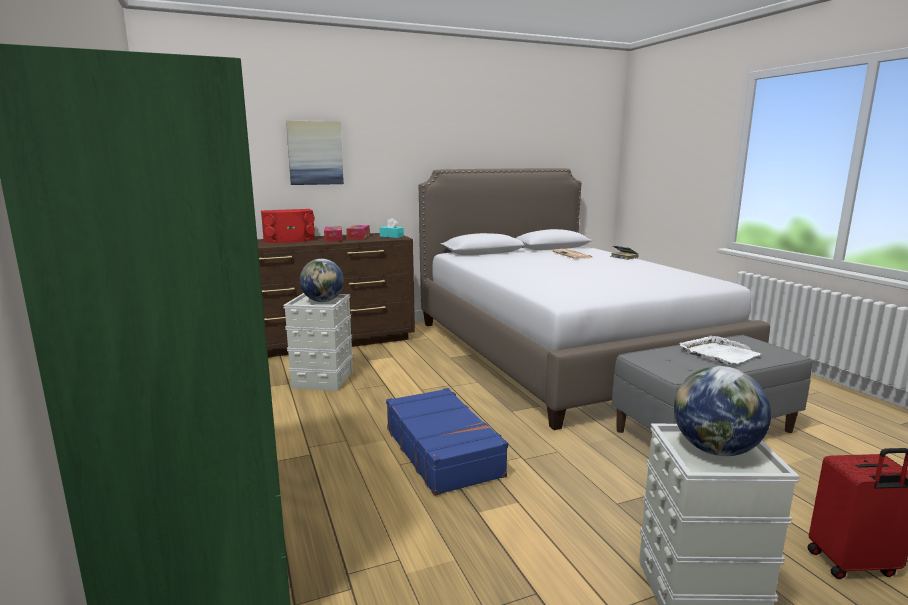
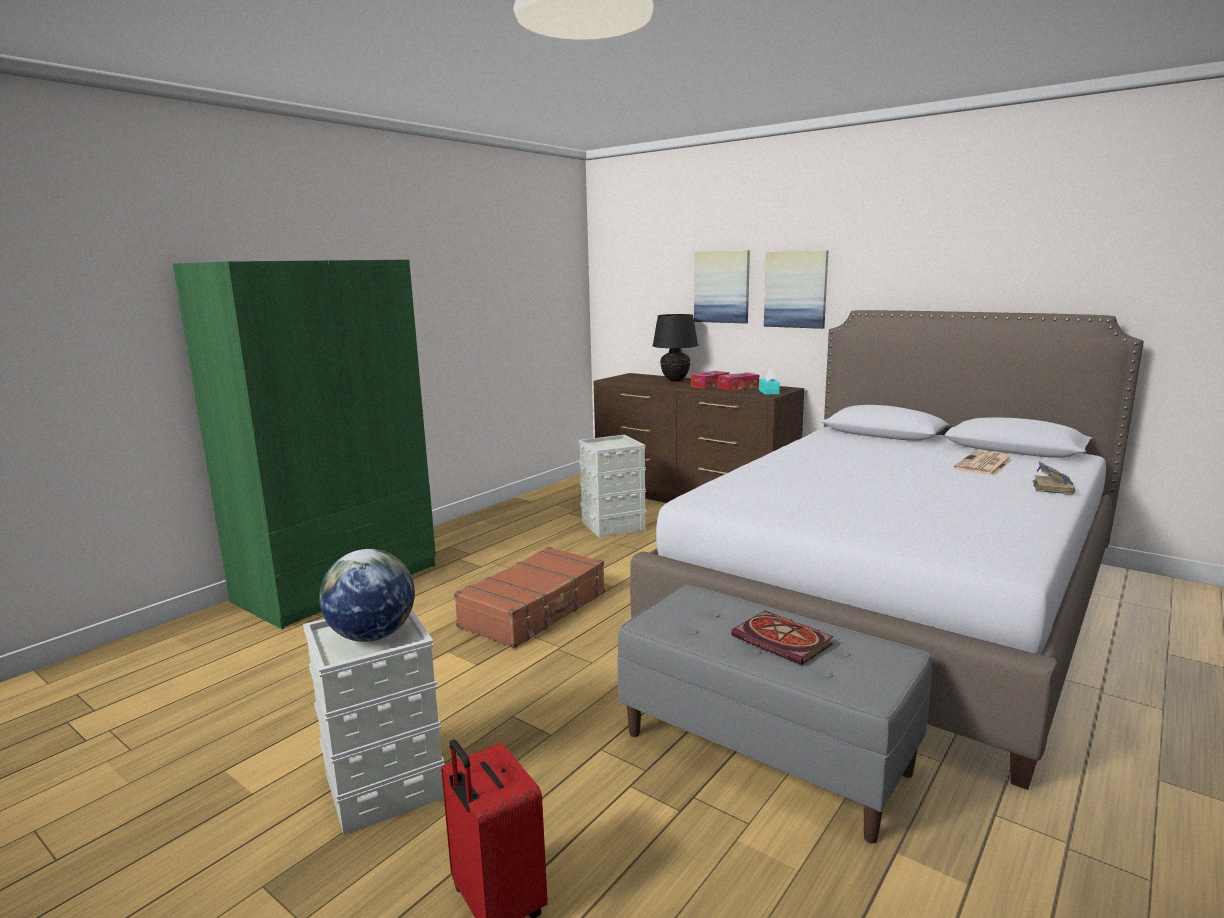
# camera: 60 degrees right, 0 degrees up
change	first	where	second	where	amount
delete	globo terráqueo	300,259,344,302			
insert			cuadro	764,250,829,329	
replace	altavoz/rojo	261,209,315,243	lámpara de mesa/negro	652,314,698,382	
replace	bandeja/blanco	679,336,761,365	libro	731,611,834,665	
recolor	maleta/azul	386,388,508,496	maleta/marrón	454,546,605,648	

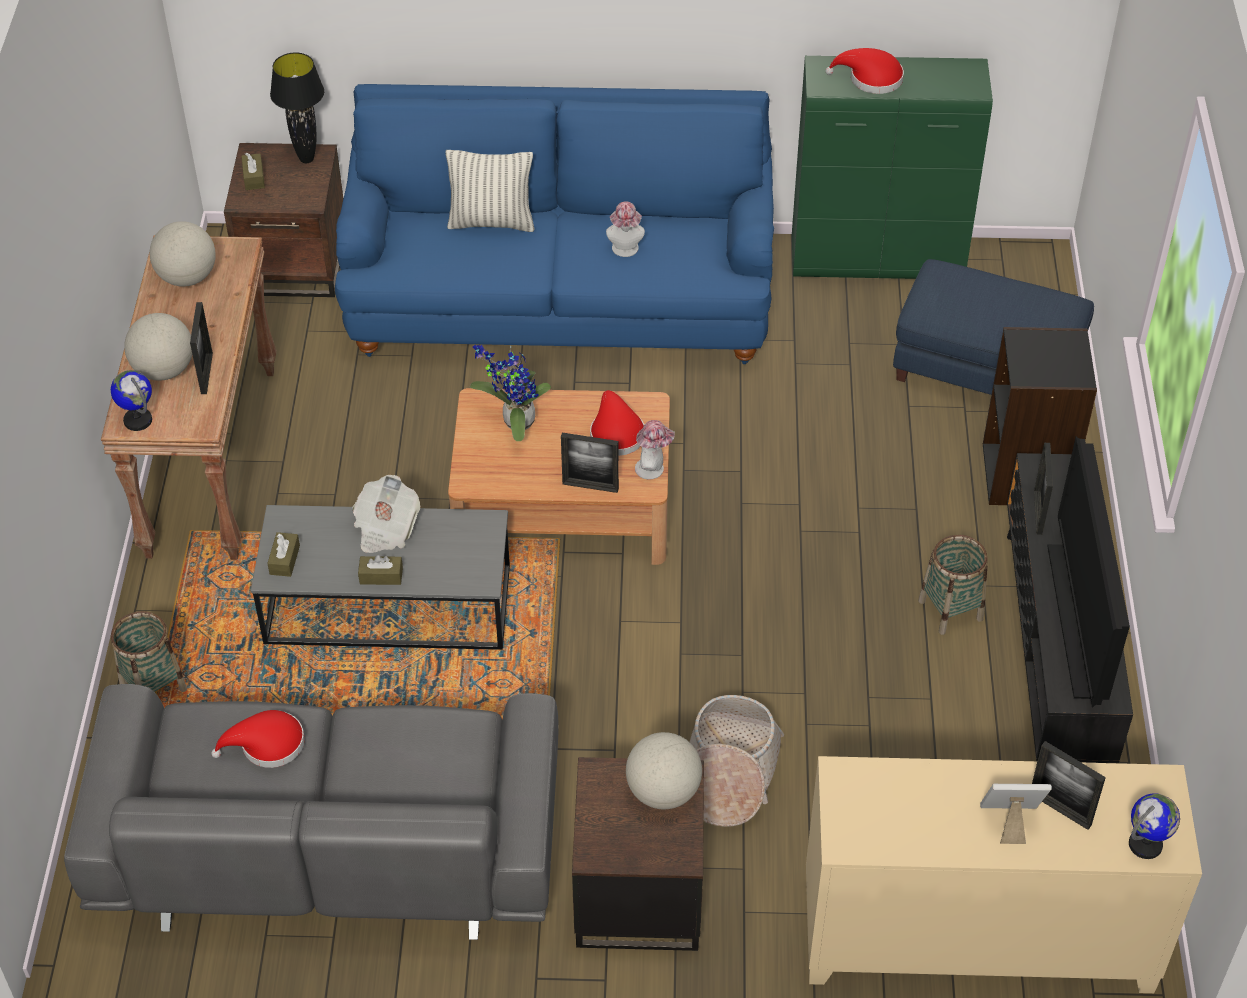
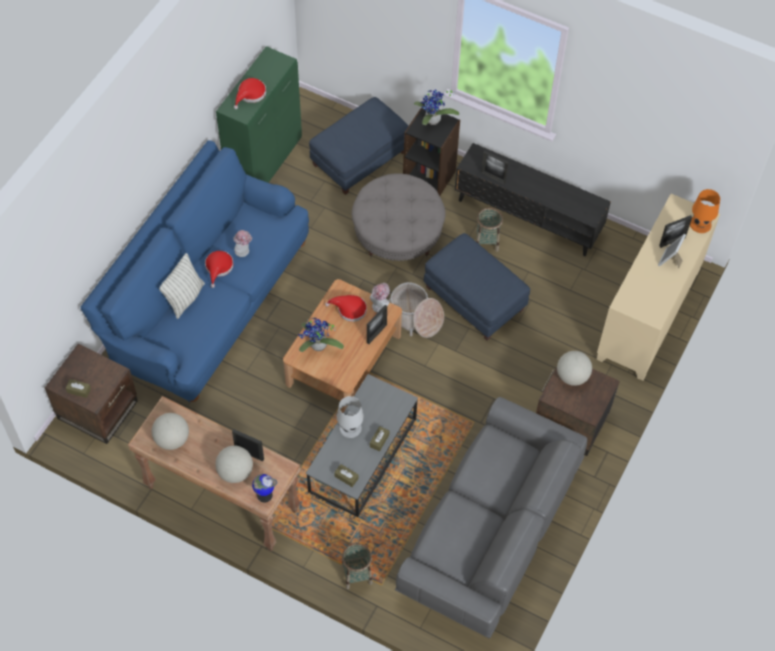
# camera: 65 degrees left, 10 degrees up
change	first	where	second	where	amount
delete	lámpara de mesa/negro	270,53,324,163			
delete	televisor	1047,437,1130,707			
insert			puf/gris	352,173,446,261	
insert			planta en maceta	414,89,459,125	
insert			puf/azul	424,233,530,341	
move	sombrero/rojo	211,710,305,768		205,251,234,288	
move	cesta	690,695,784,827		388,282,444,338	
replace	periódico	352,475,420,553	lámpara de mesa/blanco	337,396,364,438	
replace	globo terráqueo	1129,793,1180,859	lámpara de mesa/naranja	690,189,720,233	

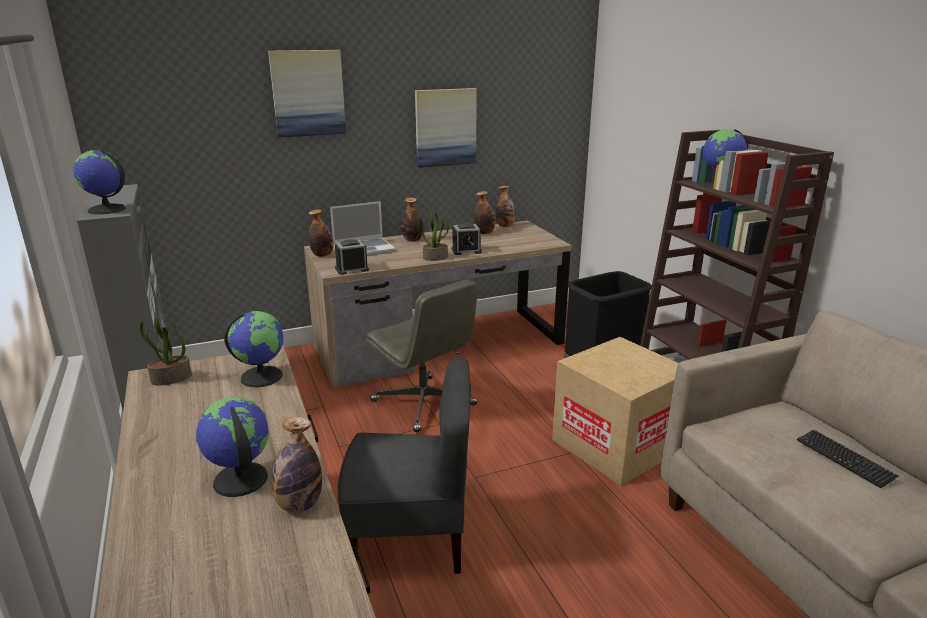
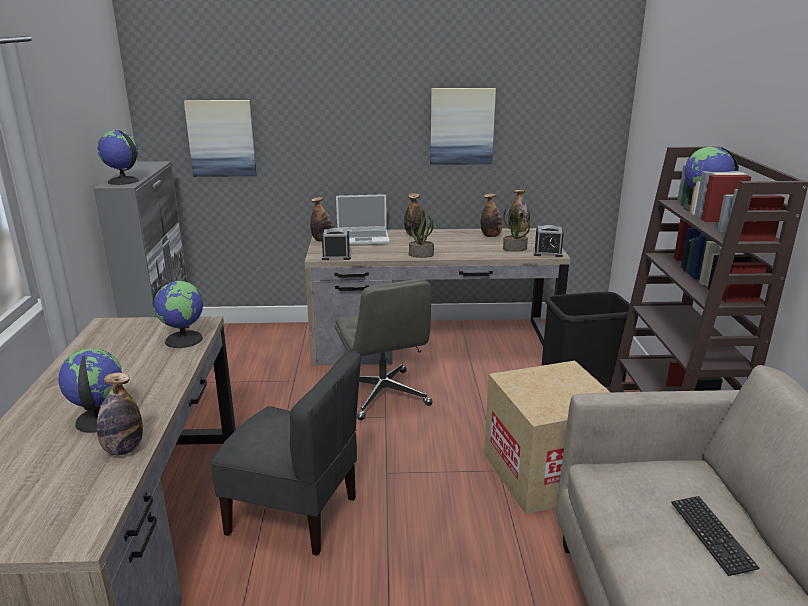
# camera: 20 degrees right, 0 degrees up
change	first	where	second	where	amount
move	planta en maceta	140,315,192,385		503,206,530,252	
move	cuadro	268,50,346,138		184,100,257,177	
move	despertador	451,223,482,255		533,225,564,257	

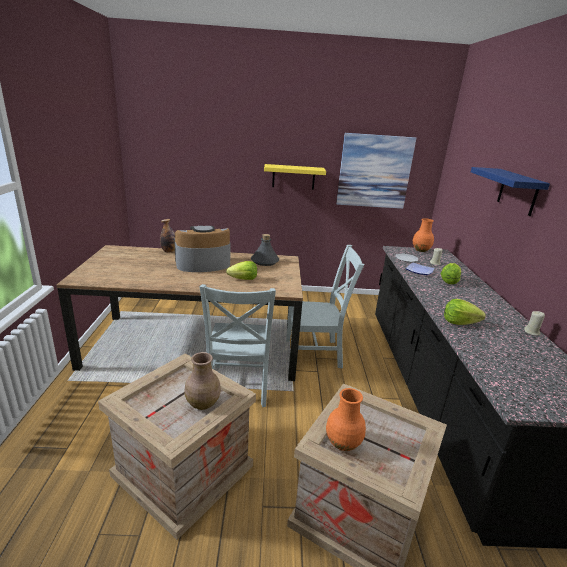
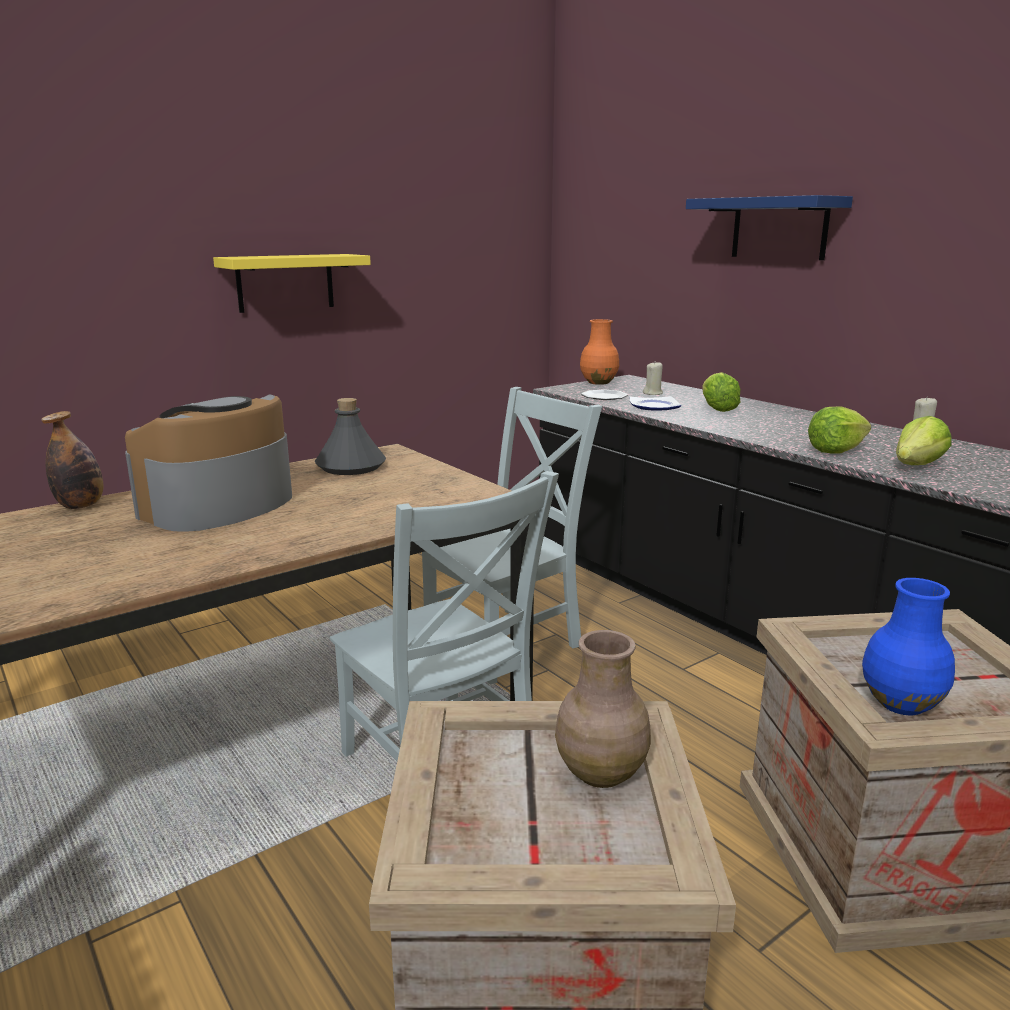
# camera: 35 degrees left, 5 degrees down
change	first	where	second	where	amount
delete	cuadro	336,133,416,209			
move	lechuga	226,261,257,280		896,416,952,465	
recolor	florero/naranja	326,388,366,451	florero/azul	862,578,955,715	

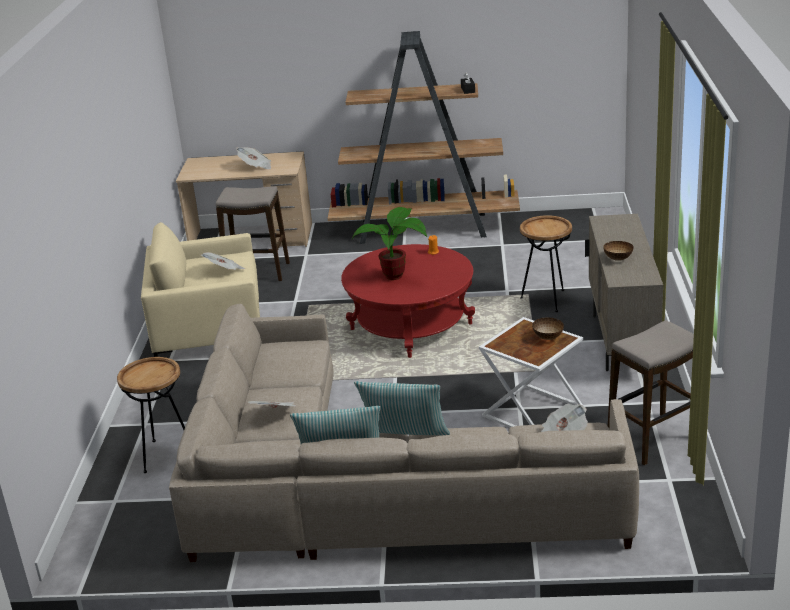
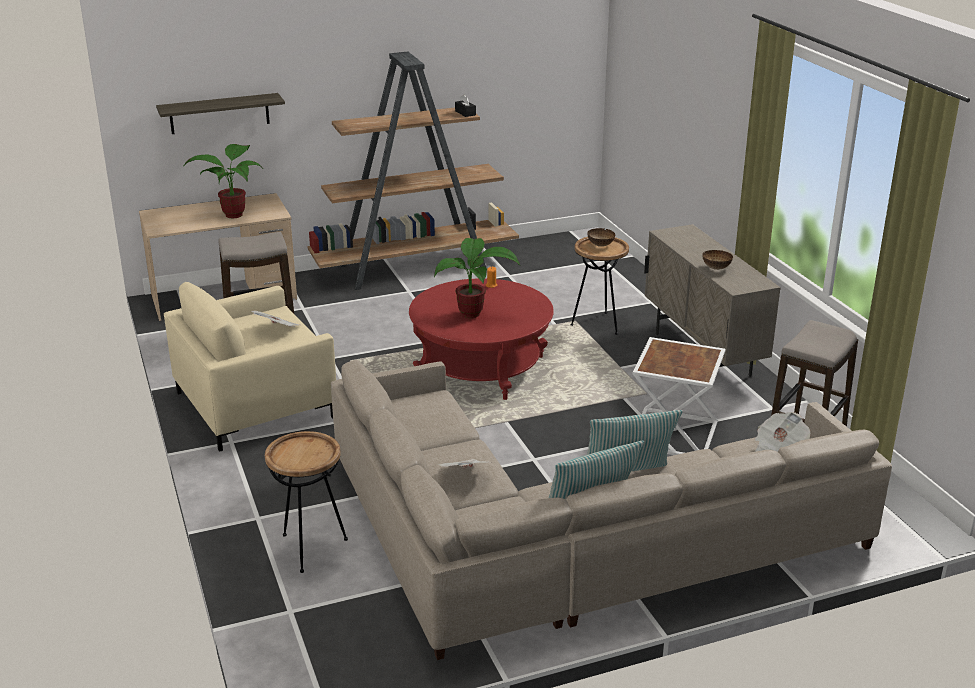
# camera: 25 degrees left, 0 degrees up
change	first	where	second	where	amount
insert			estante	156,93,285,134	
move	cuenco	532,317,564,340		587,228,615,247	
replace	periódico	236,147,271,170	planta en maceta	184,144,262,218	

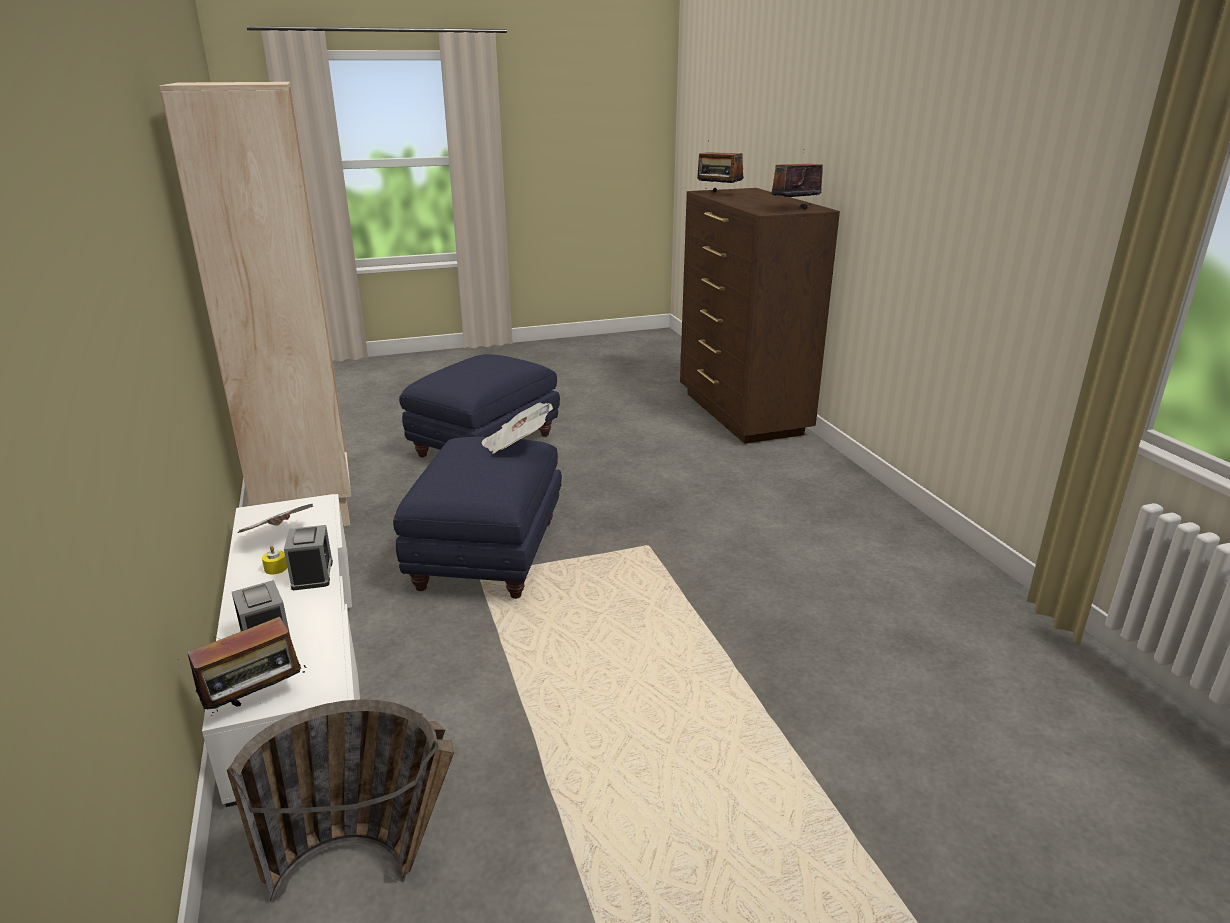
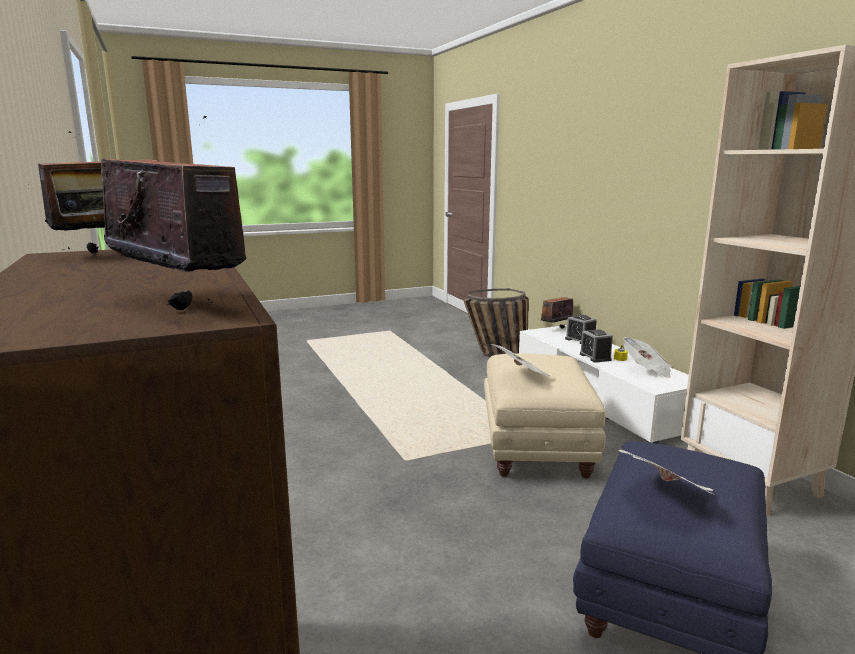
# camera: 175 degrees right, 10 degrees down
change	first	where	second	where	amount
insert			periódico	619,450,715,495	
recolor	puf/azul	393,437,562,599	puf/beis	484,353,606,479	

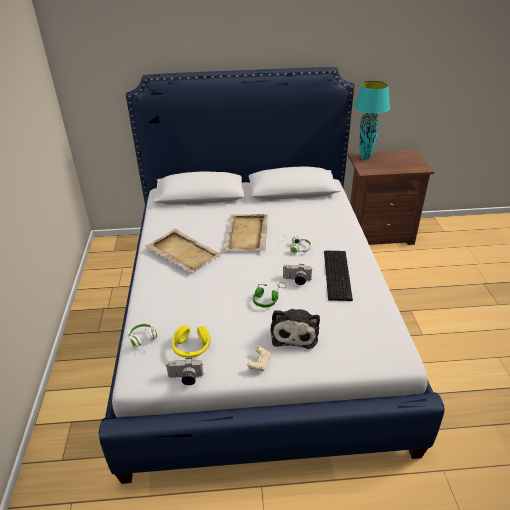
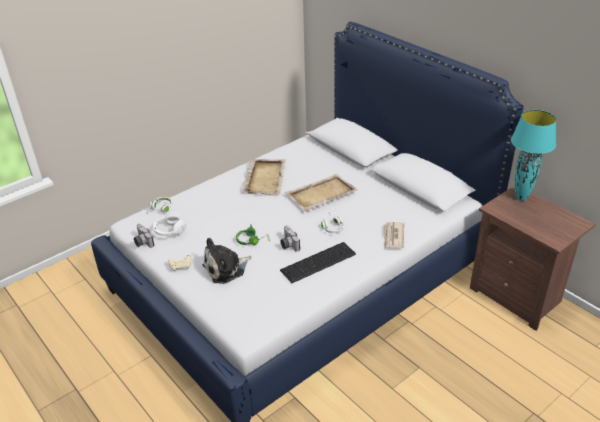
# camera: 55 degrees right, 0 degrees up
change	first	where	second	where	amount
insert			periódico	383,222,404,249	
recolor	auriculares/amarillo	172,325,211,358	auriculares/blanco	153,212,186,236	

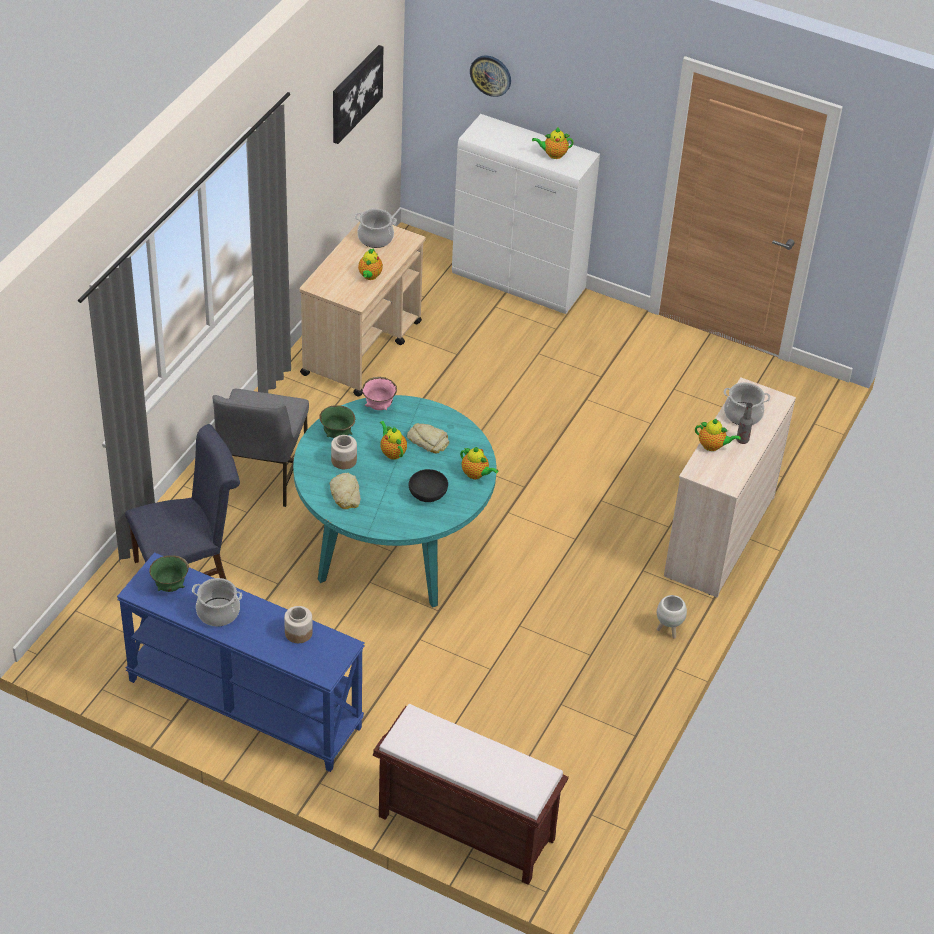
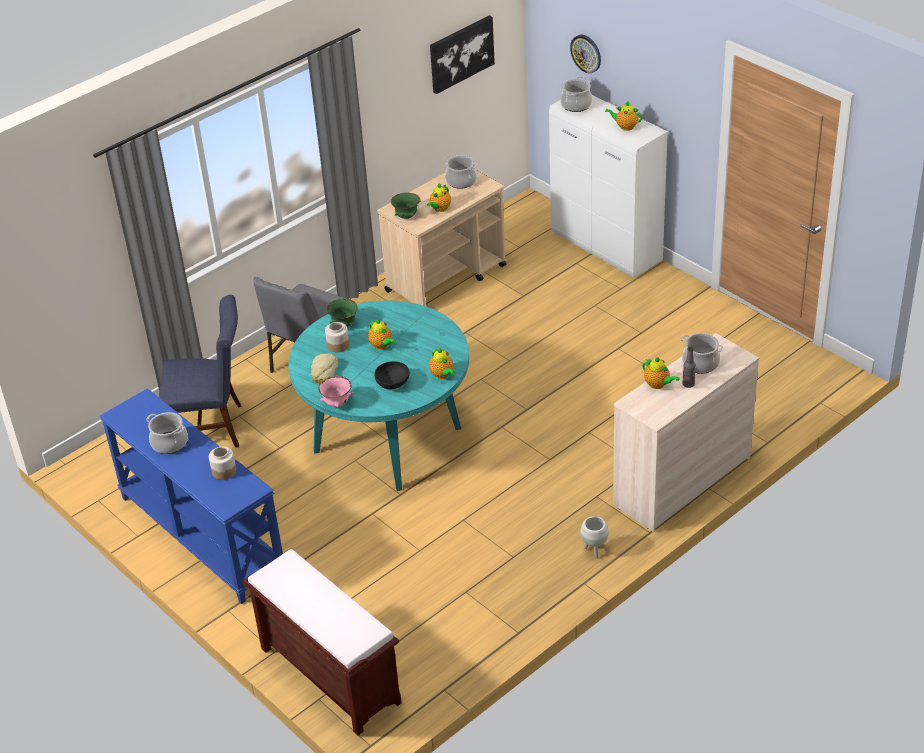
# camera: 25 degrees right, 5 degrees down
change	first	where	second	where	amount
delete	pan	407,423,449,453			
insert			olla	560,76,593,112	
move	cuenco/verde	149,555,189,592		391,193,421,219	
move	cuenco/rosa	362,377,397,410		318,375,353,408	
rotate	tetera	380,421,407,460		368,319,395,350	150 degrees clockwise

